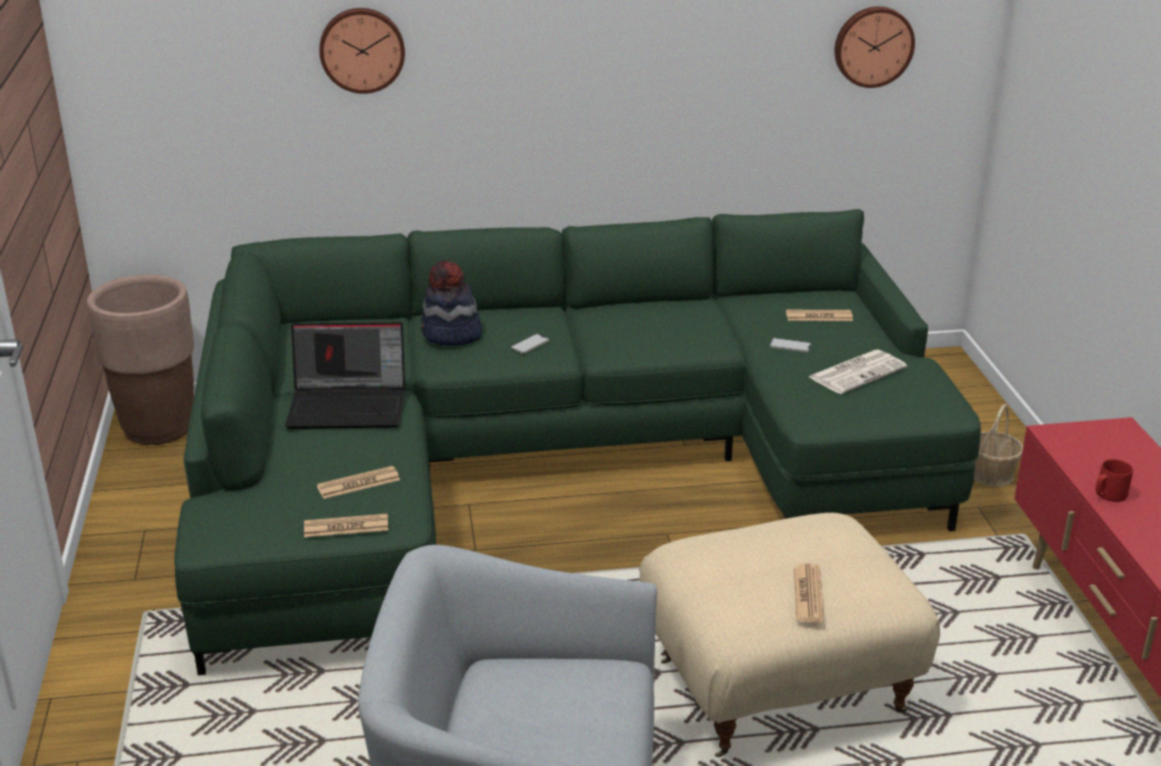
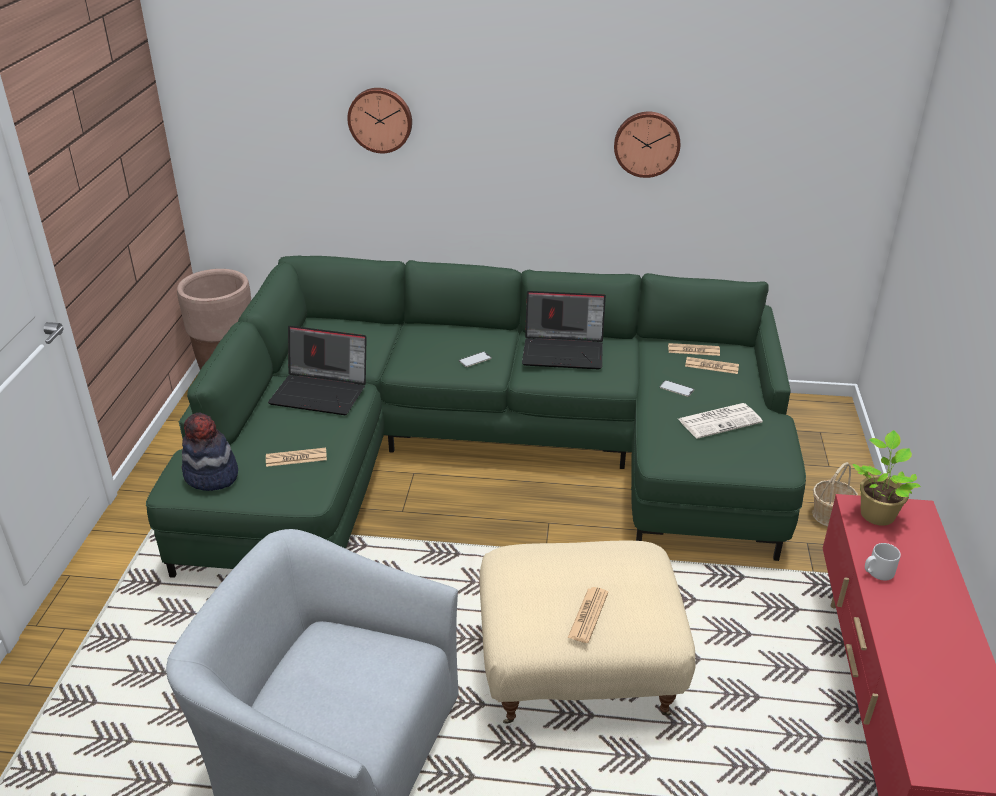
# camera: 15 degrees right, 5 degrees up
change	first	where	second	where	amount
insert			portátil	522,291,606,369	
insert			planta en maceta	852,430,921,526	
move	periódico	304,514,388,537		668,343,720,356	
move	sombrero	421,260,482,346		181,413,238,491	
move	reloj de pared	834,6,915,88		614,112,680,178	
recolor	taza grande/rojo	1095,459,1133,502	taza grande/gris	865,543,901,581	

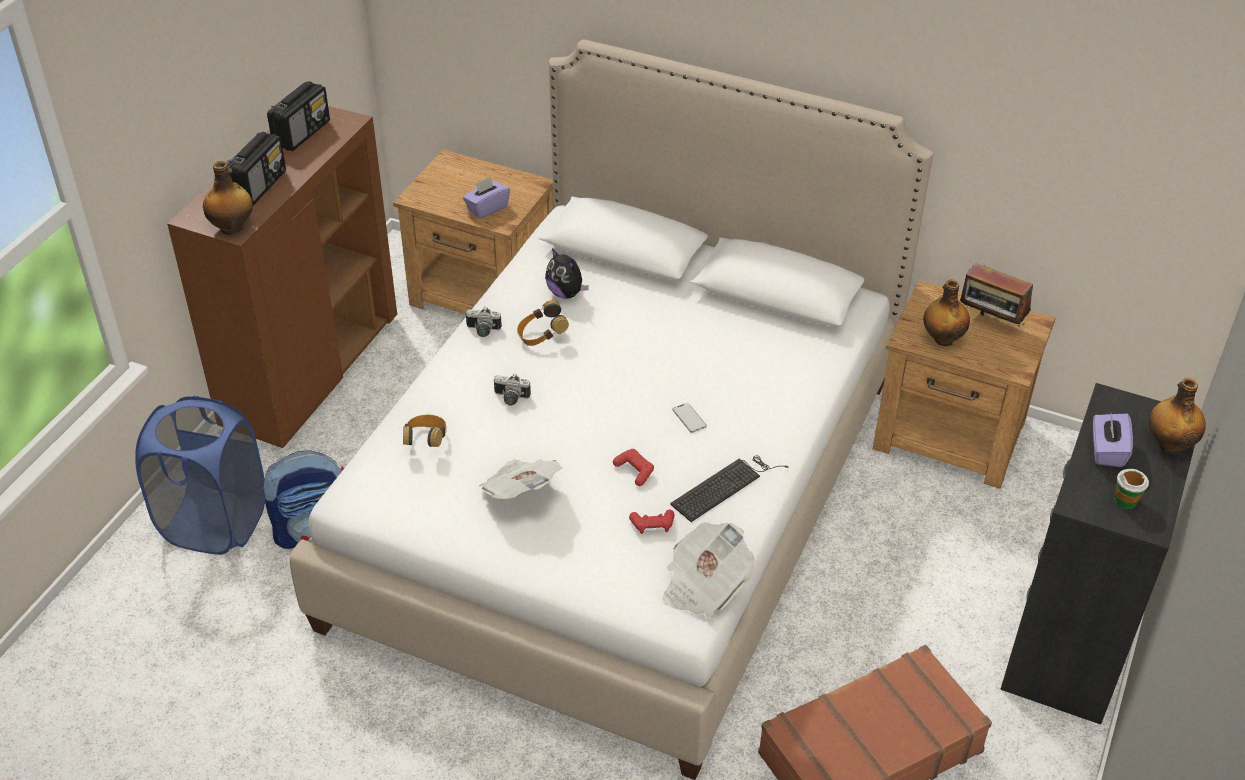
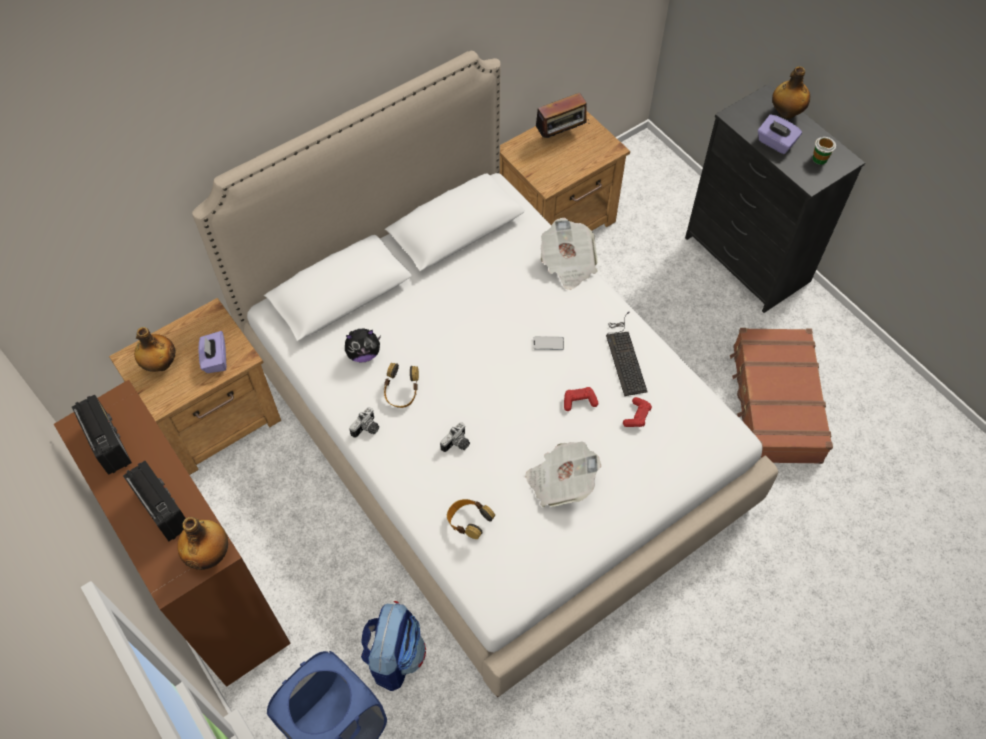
# camera: 60 degrees left, 15 degrees up
change	first	where	second	where	amount
move	periódico	662,522,755,618		540,218,598,290	
move	botella	923,279,970,346		134,327,175,372	

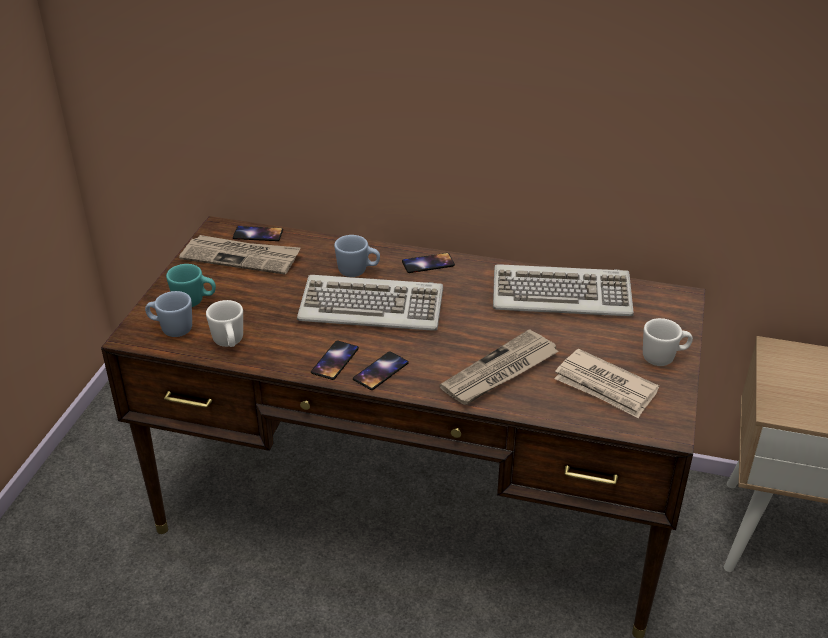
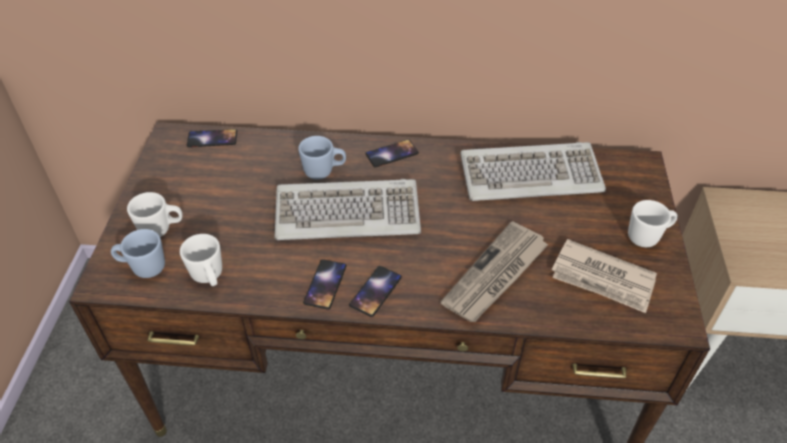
# camera: 10 degrees left, 10 degrees up
change	first	where	second	where	amount
delete	periódico	179,235,300,275			
recolor	taza grande/turquesa	166,264,216,307	taza grande/blanco	127,192,183,237	

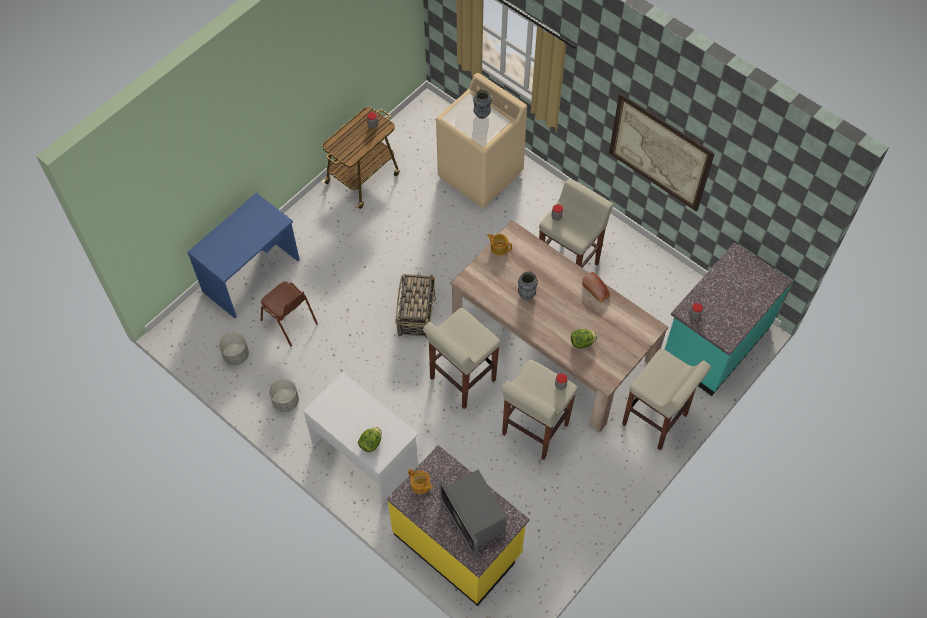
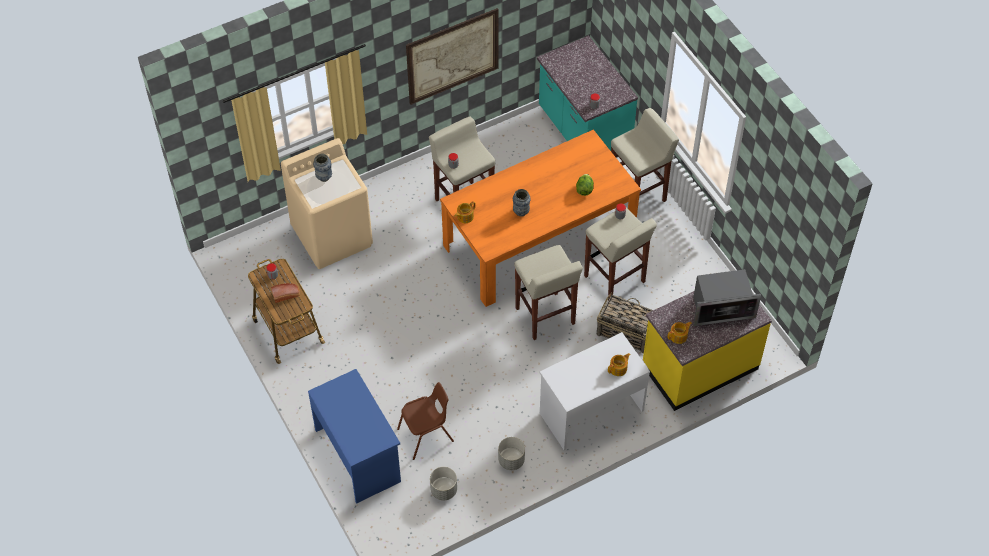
# camera: 70 degrees left, 5 degrees down
change	first	where	second	where	amount
move	cesta	395,274,436,339		597,292,653,353	
move	pan	582,272,610,302		271,283,300,303	
replace	lechuga	358,427,382,452	tetera	608,353,631,376	
recolor	mesa de comedor/beis	451,220,668,433	mesa de comedor/naranja	440,129,641,307	

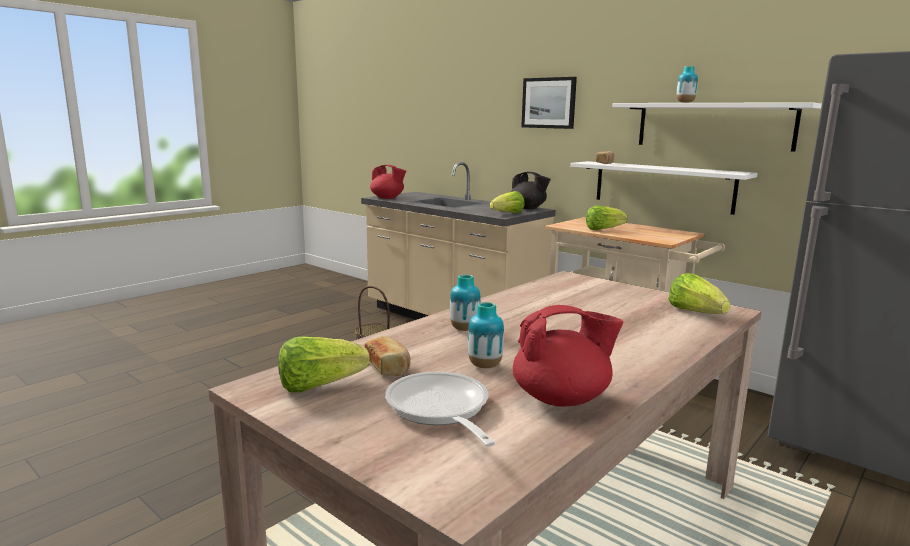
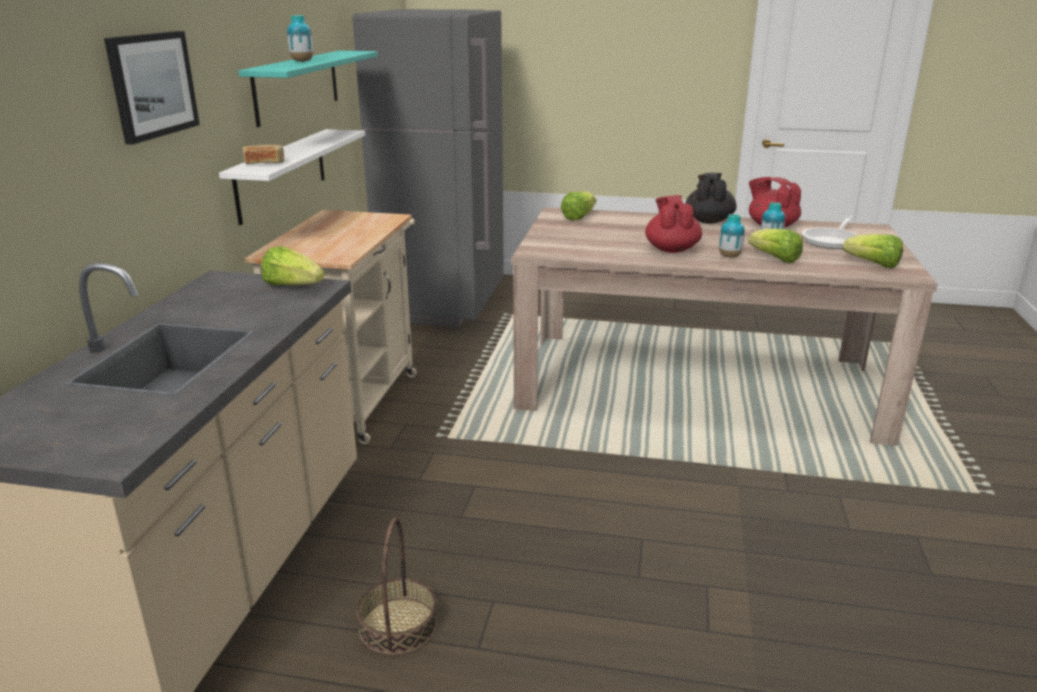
# camera: 120 degrees left, 10 degrees up
change	first	where	second	where	amount
delete	pan	365,336,411,376			
move	tetera/rojo	370,165,406,199		645,195,702,253	
move	tetera/negro	511,172,551,209		685,173,737,224	
move	lechuga	586,205,628,230		748,229,803,263	
recolor	estante/blanco	612,102,822,152	estante/turquesa	238,51,378,127	

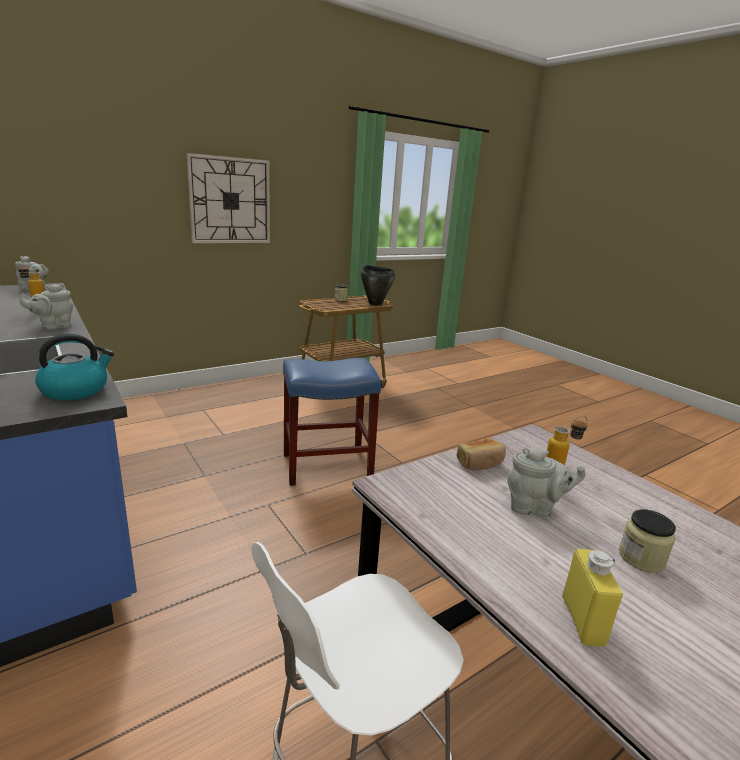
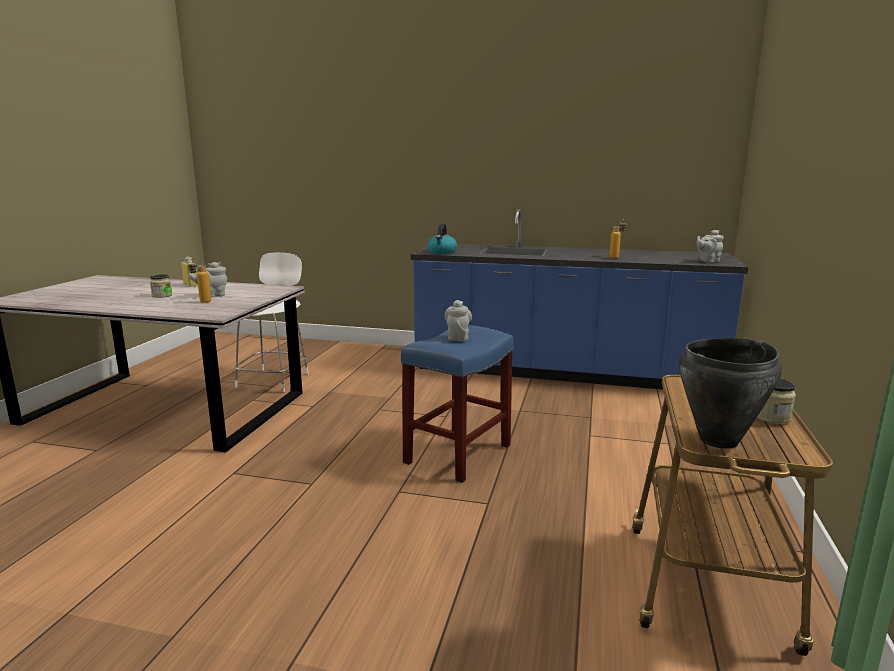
# camera: 140 degrees right, 5 degrees down
change	first	where	second	where	amount
delete	reloj de pared	186,153,270,243			
delete	pan	456,438,506,470			
move	tetera/gris	20,284,73,330		444,300,472,341	

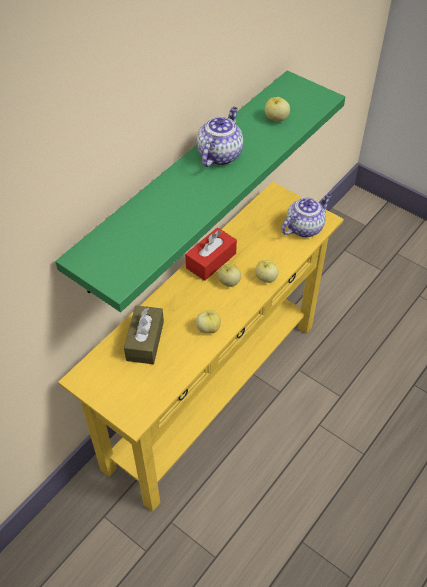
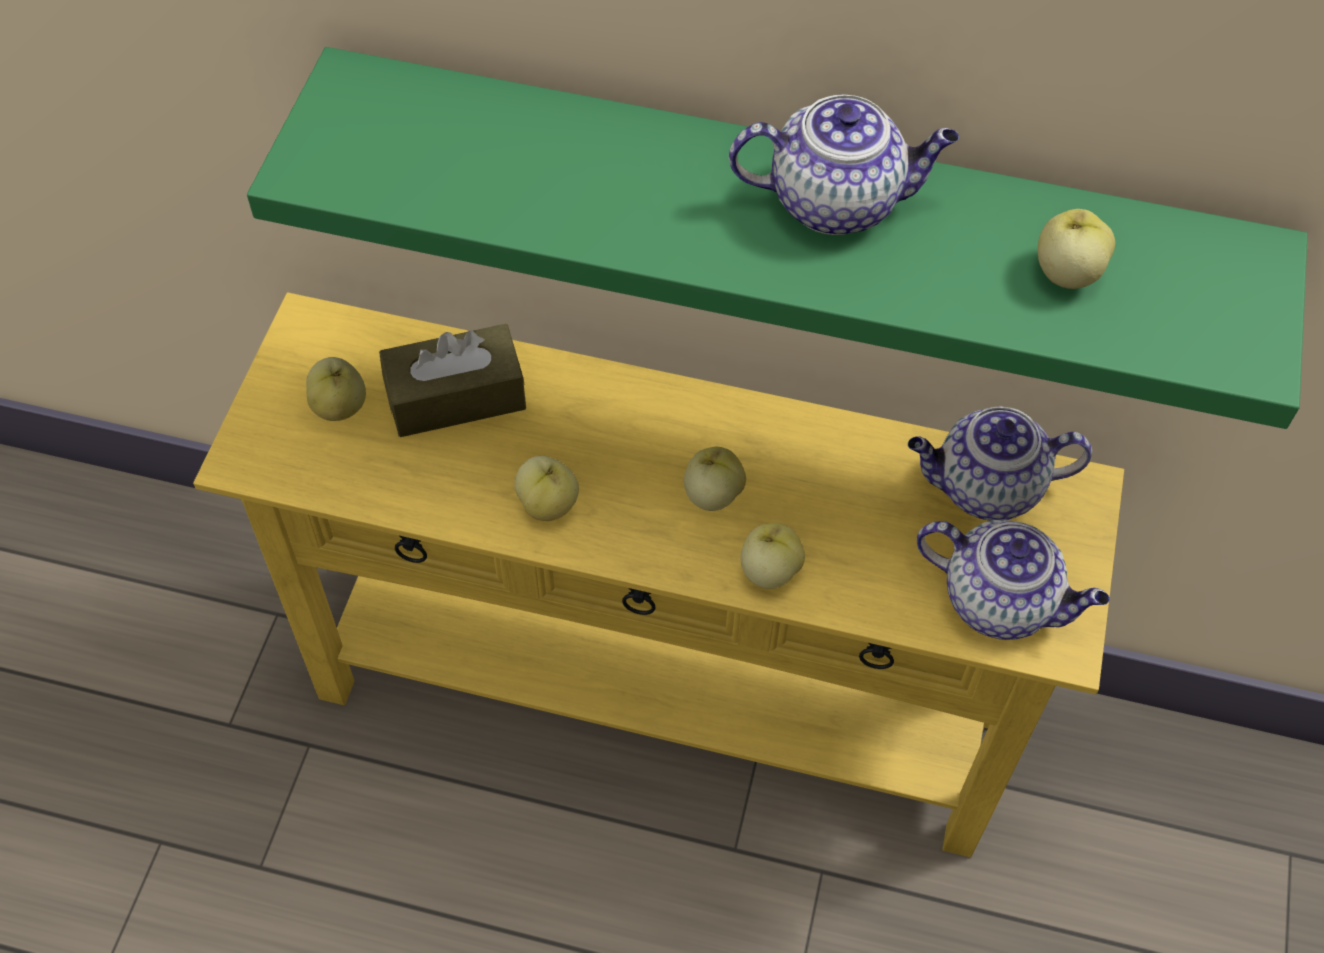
# camera: 65 degrees right, 5 degrees up
change	first	where	second	where	amount
delete	caja de pañuelos/rojo	185,227,237,281			
insert			manzana	306,357,366,421	
insert			tetera	908,406,1092,521	

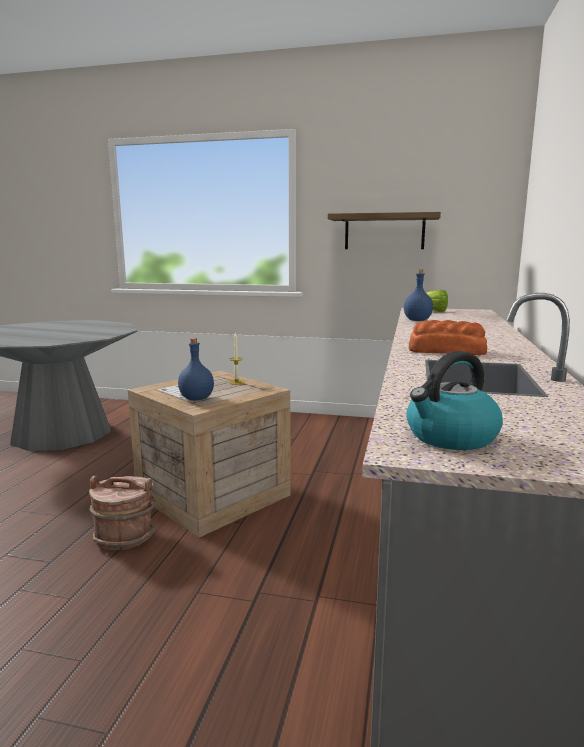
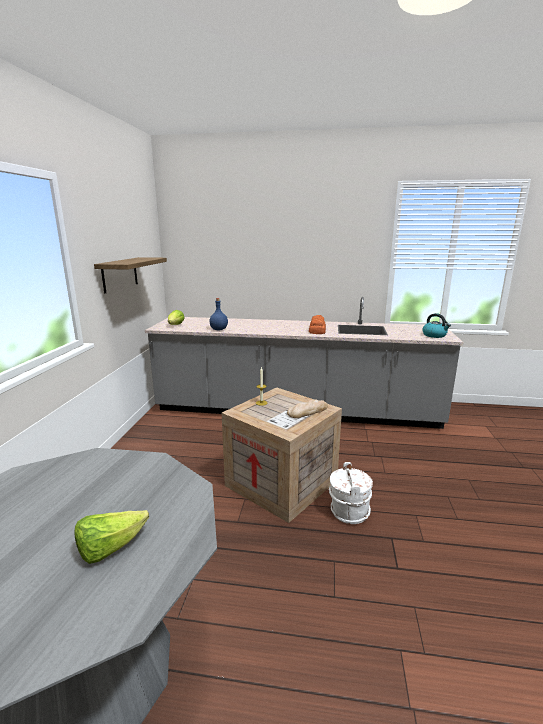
# camera: 95 degrees left, 5 degrees up
change	first	where	second	where	amount
insert			lechuga	74,510,149,564	
replace	botella/azul	178,338,214,401	pan	287,399,328,418	
recolor	cubo/marrón	89,476,156,550	cubo/blanco	329,462,373,524	

